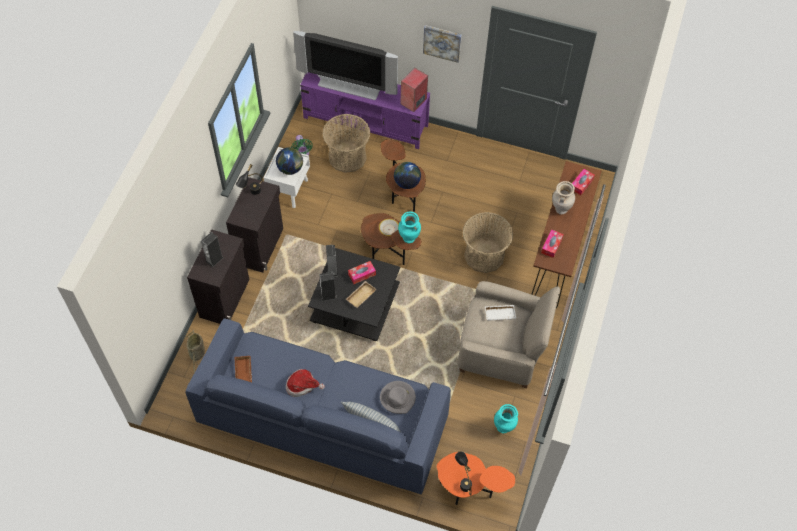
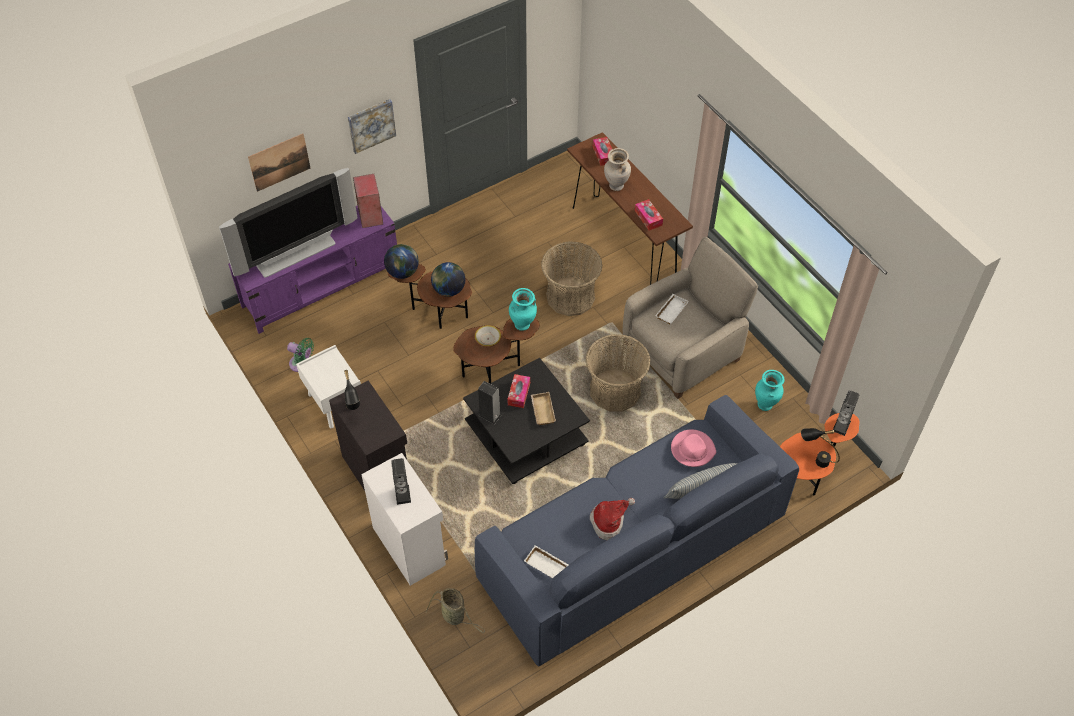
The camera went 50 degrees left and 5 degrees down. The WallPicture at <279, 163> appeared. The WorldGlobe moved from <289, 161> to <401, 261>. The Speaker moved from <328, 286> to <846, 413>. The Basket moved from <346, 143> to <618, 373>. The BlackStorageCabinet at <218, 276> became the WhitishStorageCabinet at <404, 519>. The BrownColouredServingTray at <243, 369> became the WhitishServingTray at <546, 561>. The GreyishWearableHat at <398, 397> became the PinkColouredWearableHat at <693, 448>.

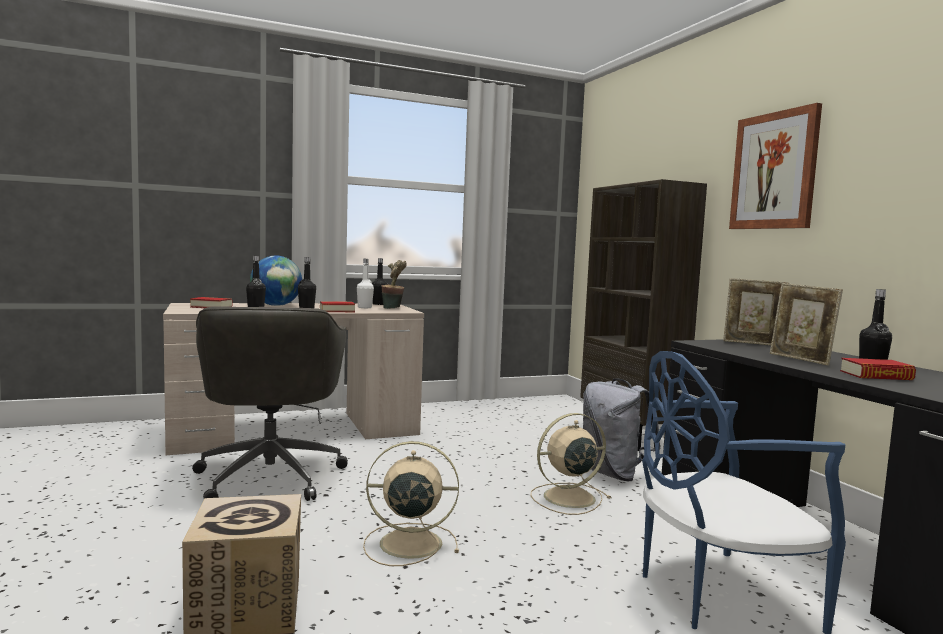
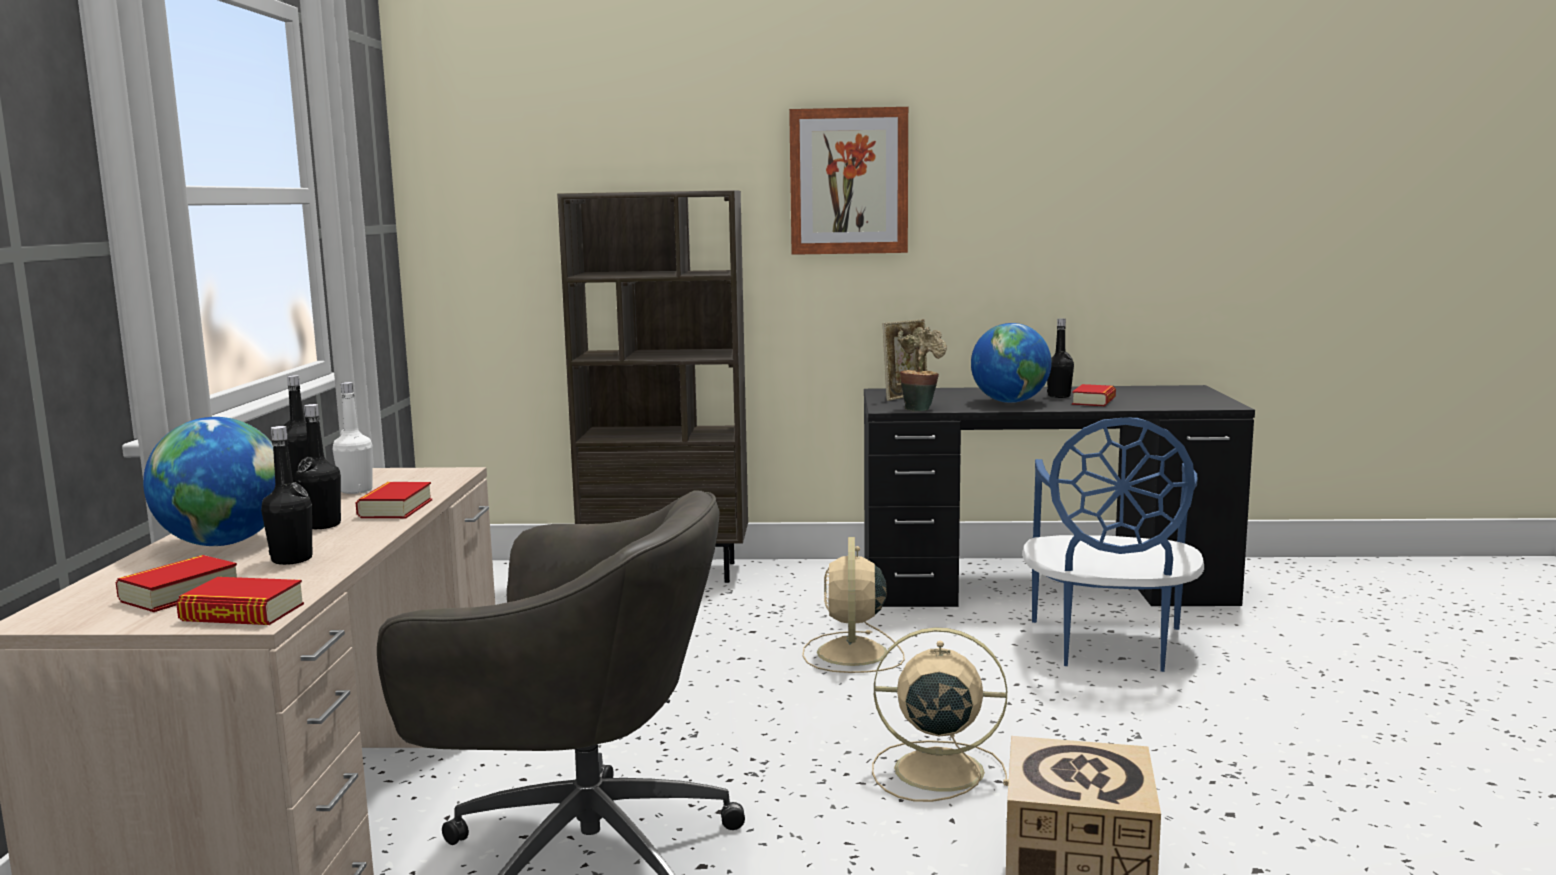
The camera went 65 degrees left and 5 degrees up. The GreyishBackpack at <622, 430> disappeared. The Volume at <240, 601> appeared. The PlantInAPot moved from <394, 284> to <922, 369>. The PhotoFrame at <806, 324> was replaced by the WorldGlobe at <1011, 363>. The BeigeColouredCoolingFan at <411, 503> turned 75 degrees clockwise.

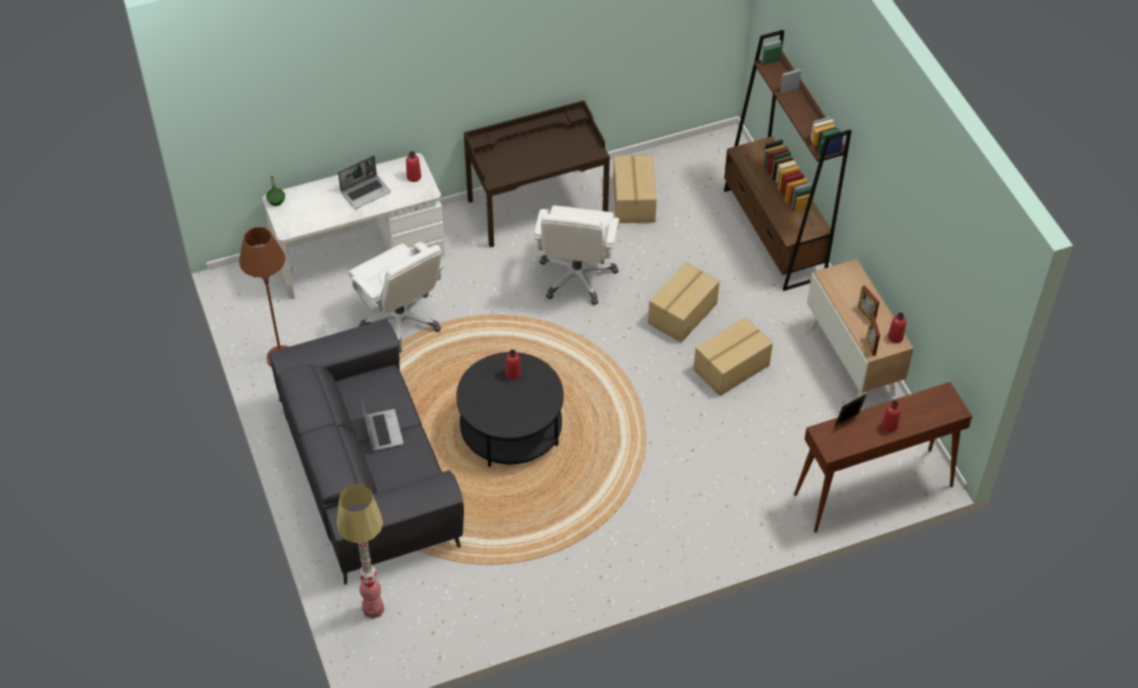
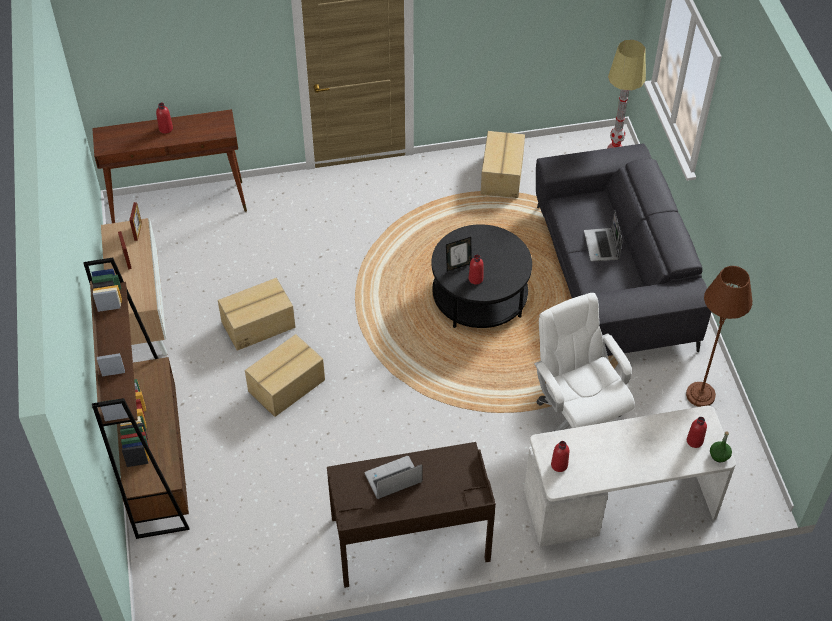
The camera went 170 degrees left and 0 degrees up. The WhitishOfficeChair at <576, 255> disappeared. The NotebookComputer moved from <364, 182> to <393, 477>. The CardboardBox moved from <635, 189> to <503, 164>. The PhotoFrame moved from <851, 410> to <459, 254>. The RedDrinkBottle moved from <897, 327> to <697, 432>.

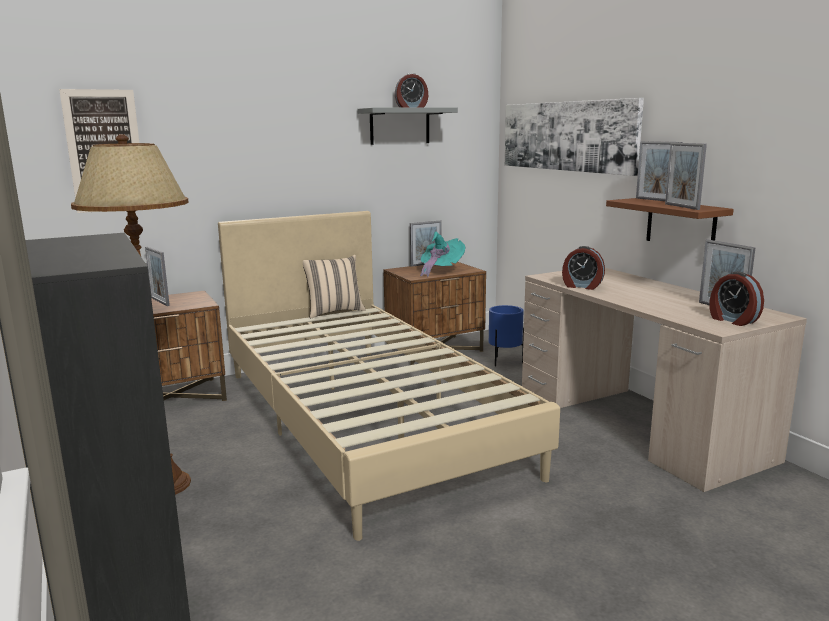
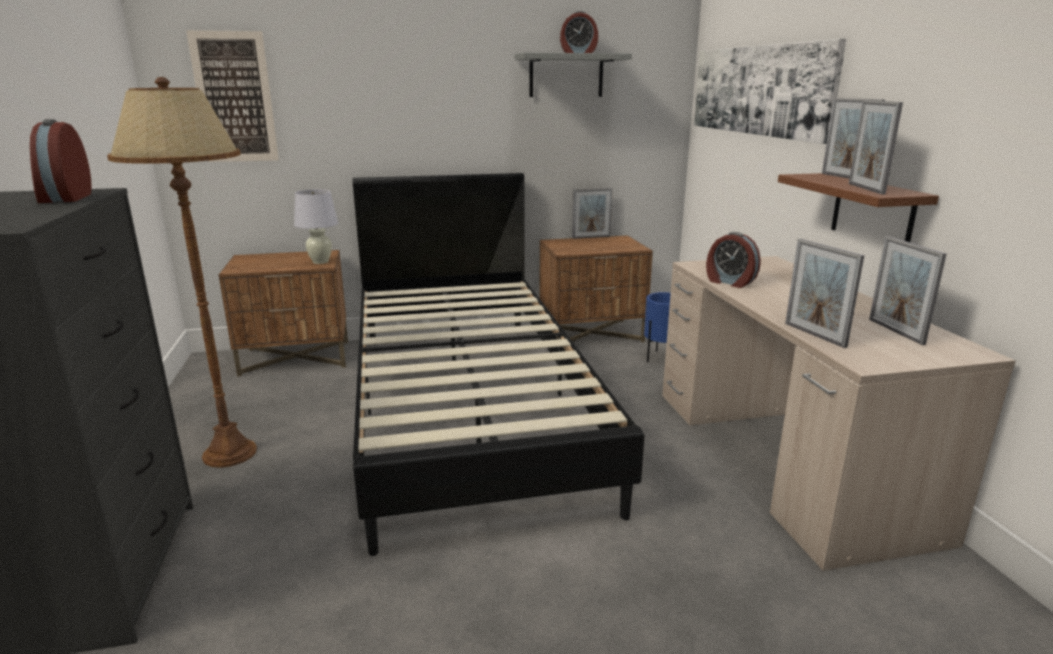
The camera went 15 degrees right and 5 degrees up. The BeigeColouredPillow at <334, 286> disappeared. The TurquoiseColouredWearableHat at <442, 254> disappeared. The WhitishLampForATable at <316, 226> appeared. The PhotoFrame moved from <157, 276> to <824, 293>. The TableClock moved from <736, 298> to <61, 161>. The BeigeColouredBed at <389, 376> became the BlackBed at <498, 364>.

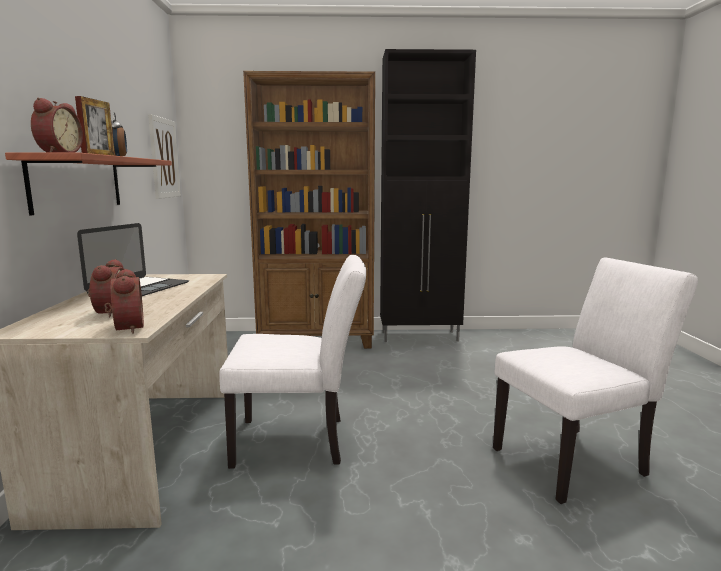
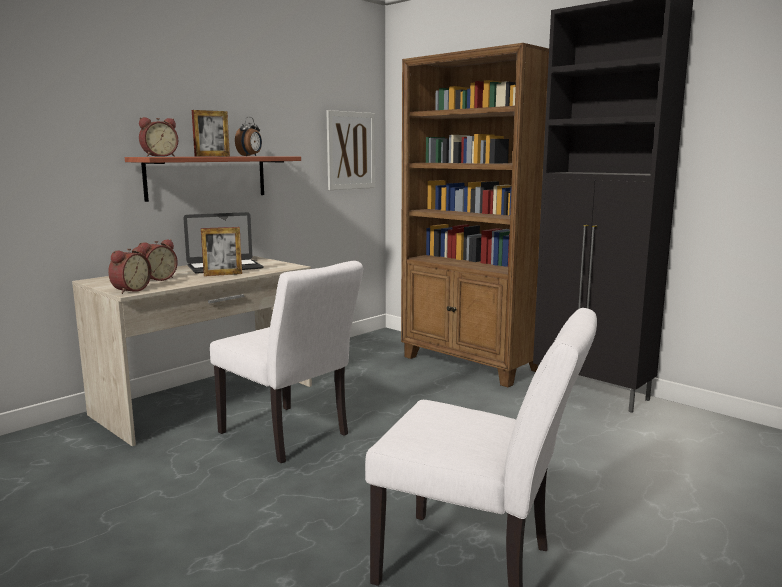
The camera went 45 degrees right and 0 degrees up. The PhotoFrame at <221, 251> appeared.

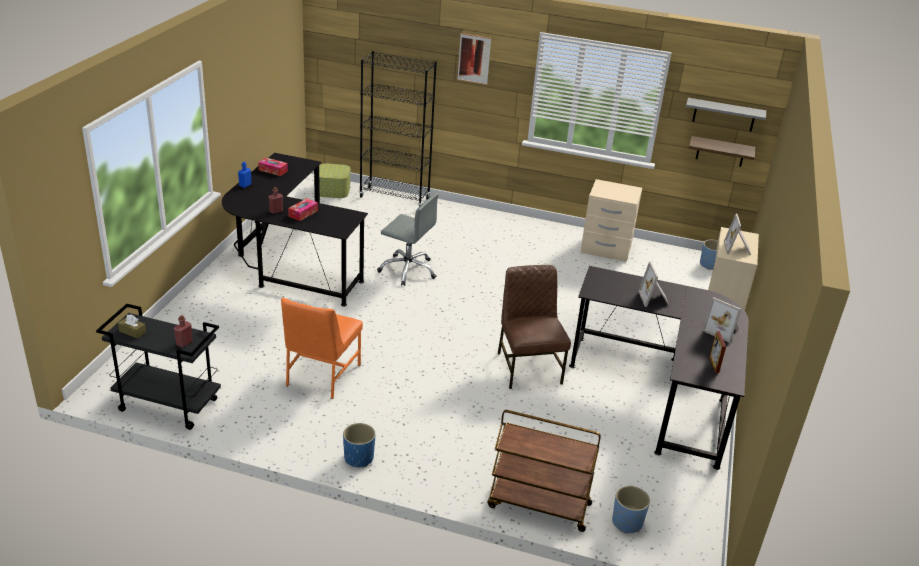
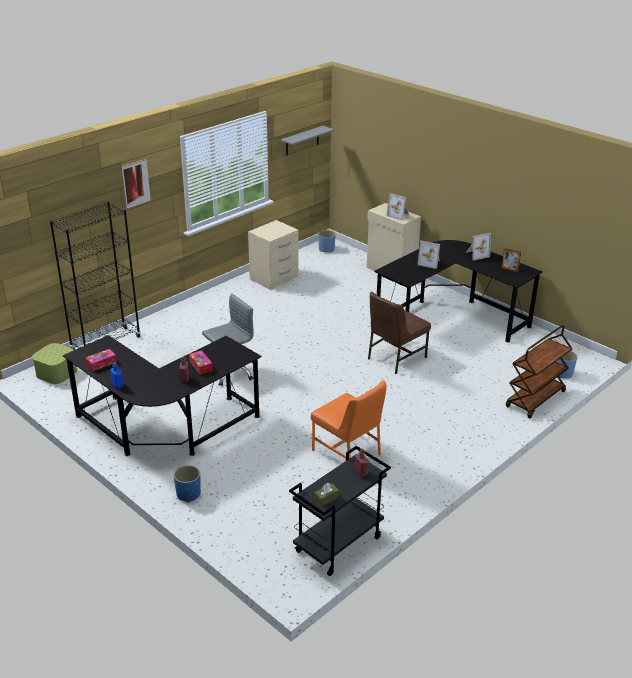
The camera went 60 degrees left and 0 degrees up. The BracketShelf at <722, 151> disappeared. The BluePlanter moved from <359, 445> to <187, 483>. The BrownColouredChair at <534, 327> turned 60 degrees counterclockwise.

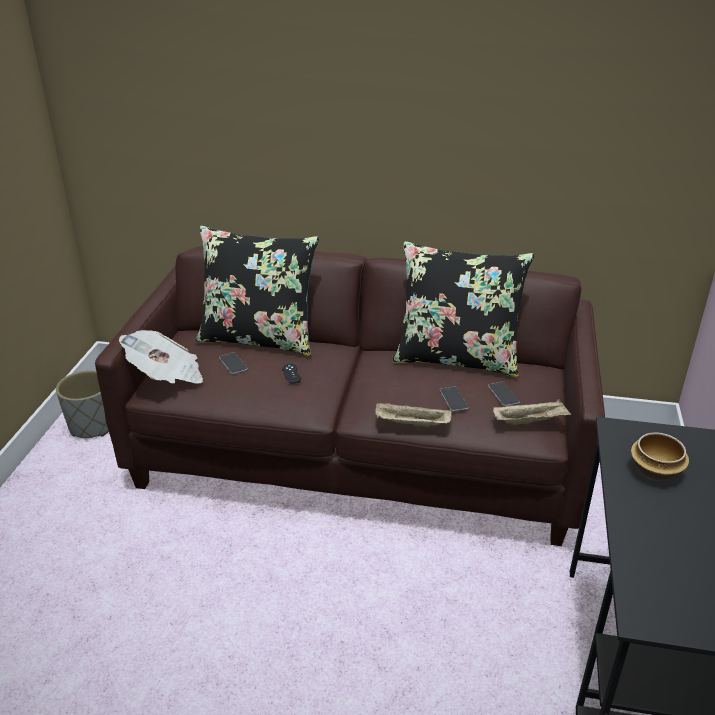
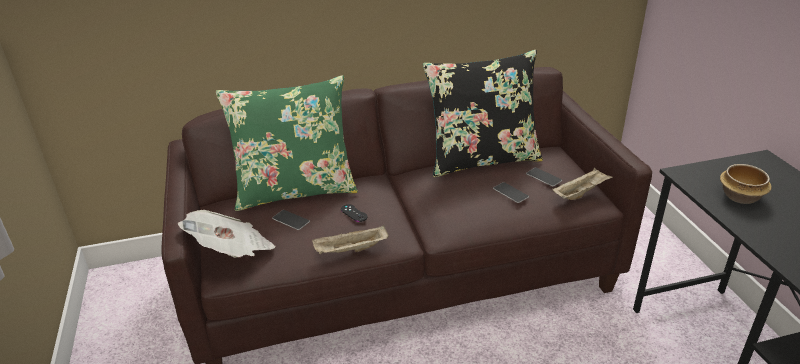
The camera went 25 degrees left and 0 degrees up. The GreyishPlanter at <82, 404> disappeared. The BeigeColouredServingTray moved from <414, 415> to <350, 239>. The BlackPillow at <257, 291> became the GreenColouredPillow at <287, 143>.

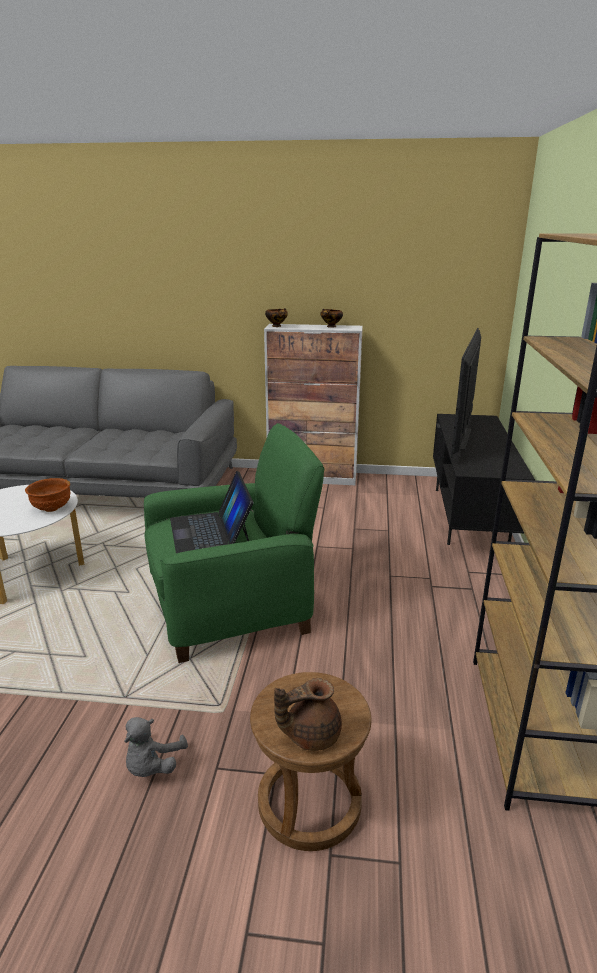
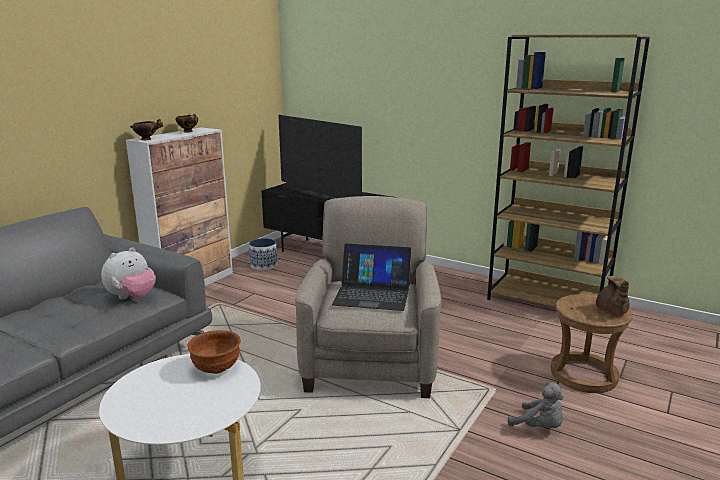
The camera went 65 degrees left and 5 degrees down. The CuddlyToy at <128, 273> appeared. The Planter at <263, 254> appeared. The GreenColouredLoungeChair at <234, 543> became the BeigeColouredLoungeChair at <368, 297>.

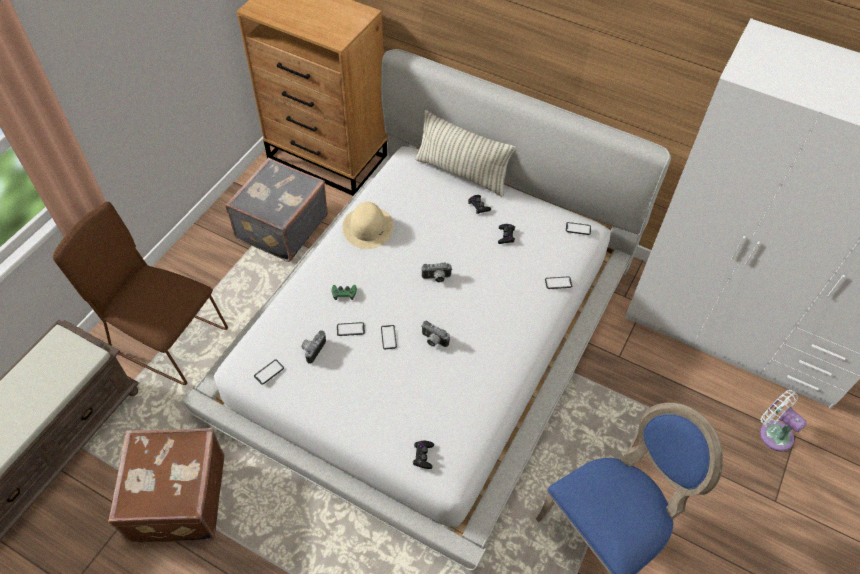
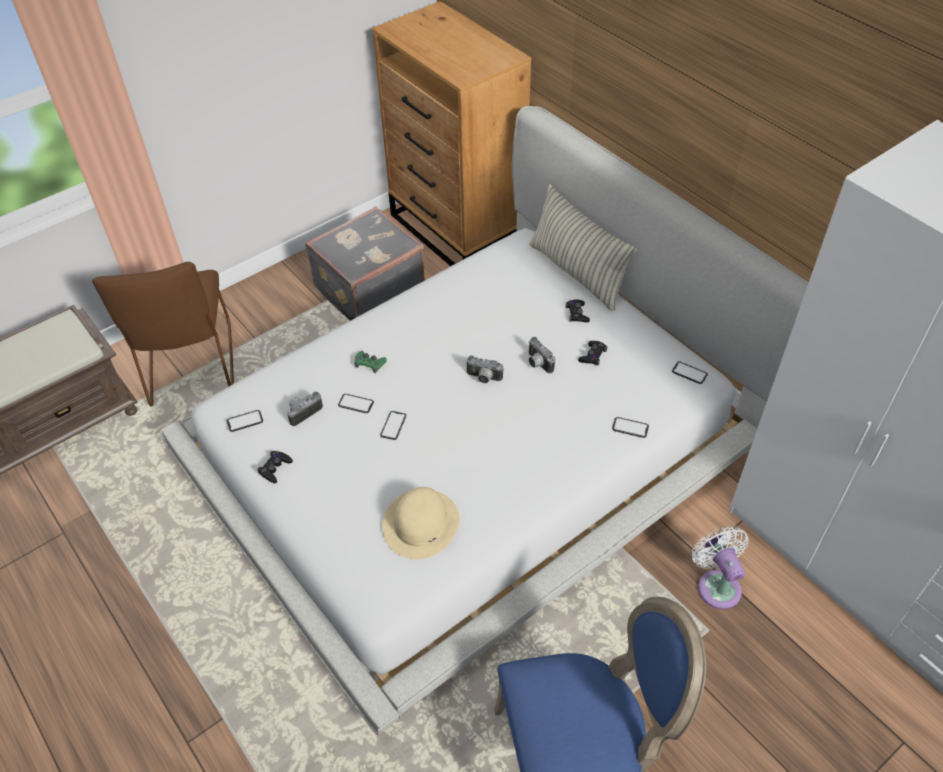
The camera went 25 degrees right and 5 degrees down. The BrownColouredSuitcase at <166, 485> disappeared. The BeigeColouredWearableHat moved from <368, 225> to <421, 523>. The BlackJoypad moved from <423, 455> to <275, 467>. The PhotoCamera moved from <435, 334> to <541, 355>. The WhitishCoolingFan moved from <783, 421> to <720, 568>. The BrownColouredChair at <140, 293> turned 150 degrees counterclockwise.

